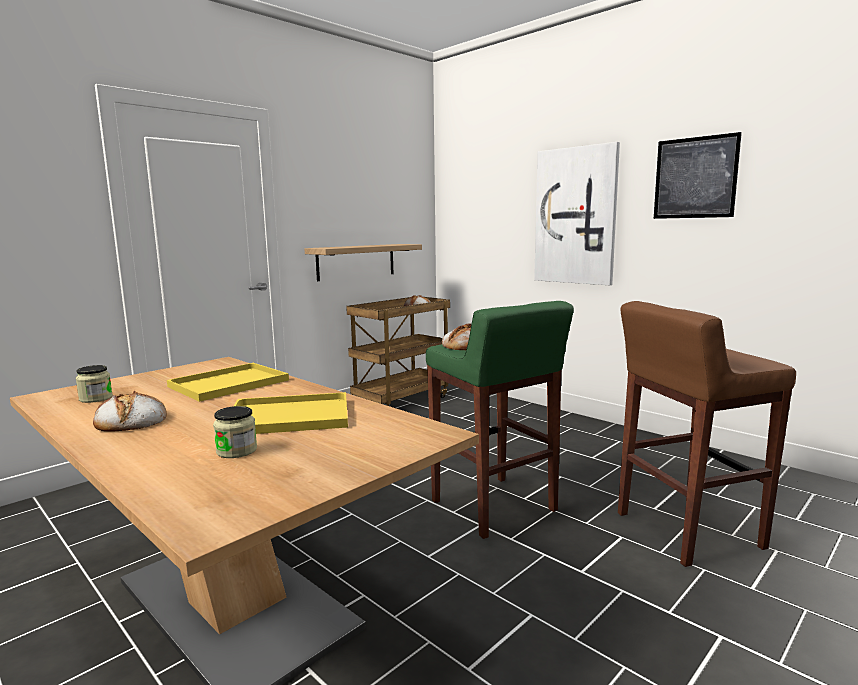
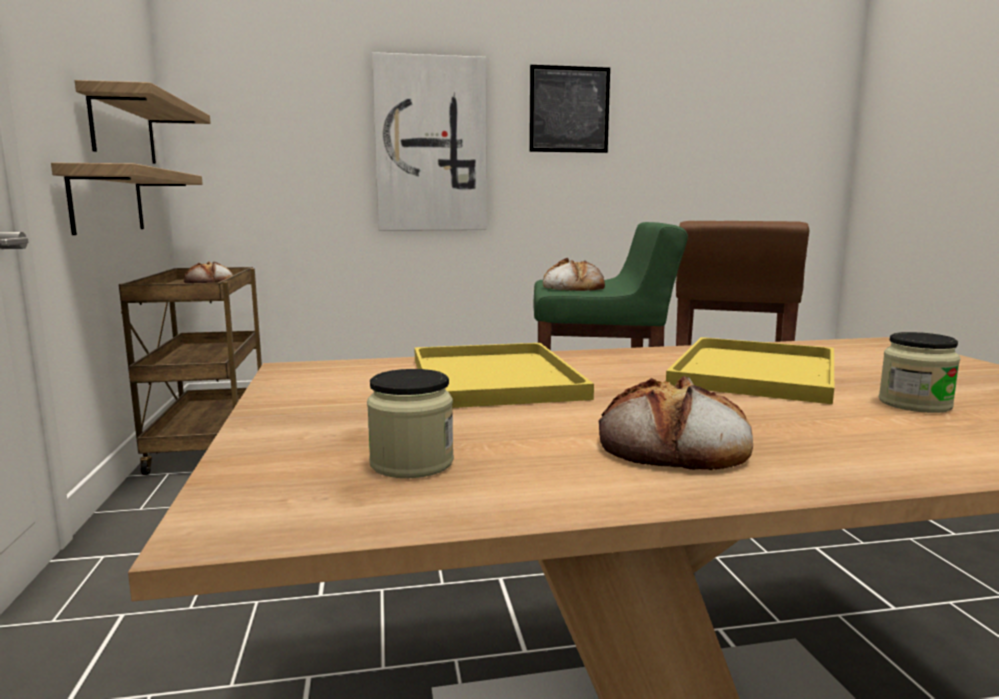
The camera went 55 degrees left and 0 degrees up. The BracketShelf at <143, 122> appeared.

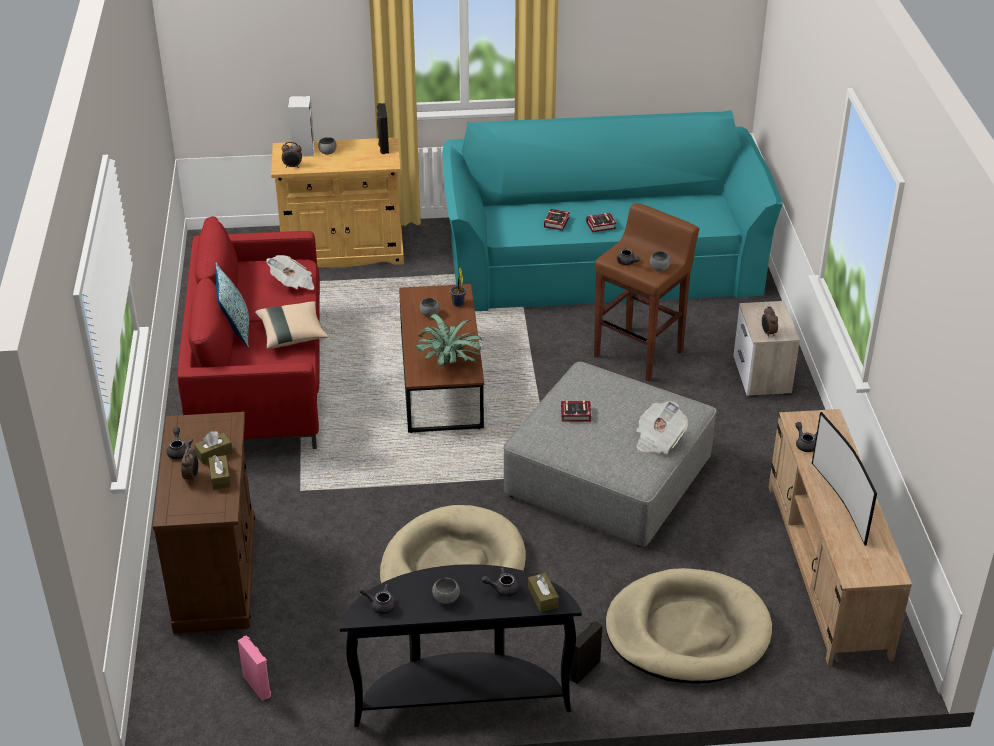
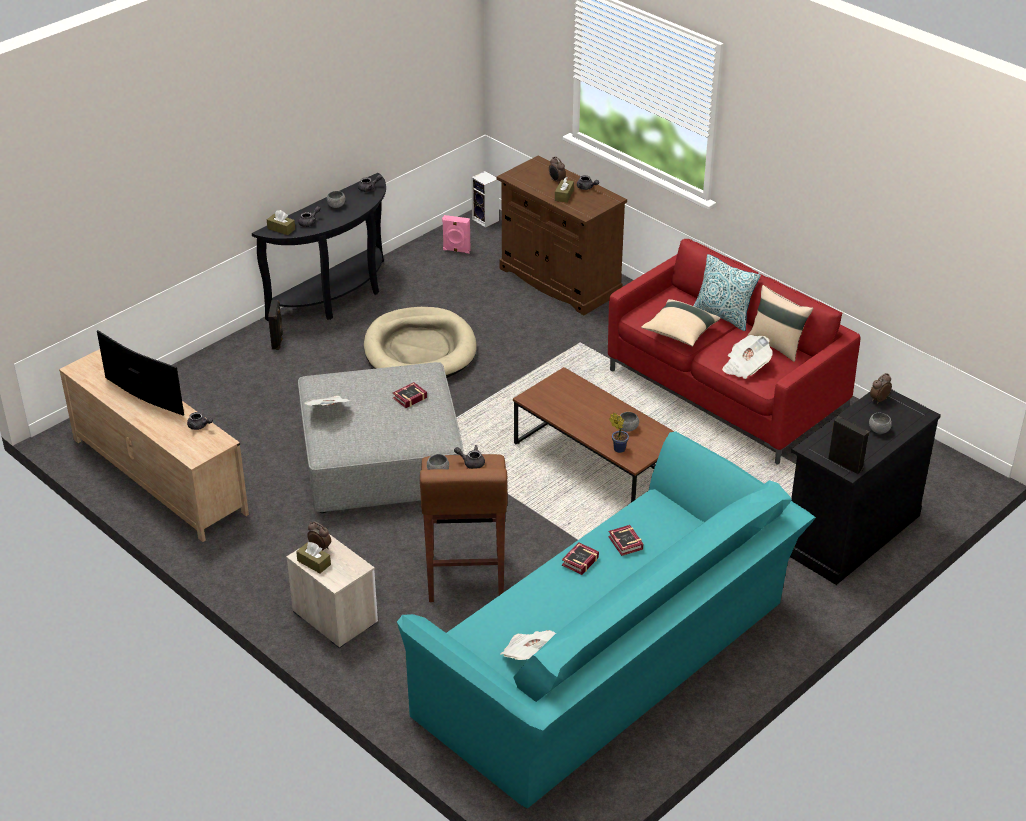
The camera went 140 degrees right and 0 degrees up. The PlantInAPot at <448, 340> disappeared. The BeigeColouredPetBed at <688, 626> disappeared. The Newspaper at <528, 645> appeared. The BeigeColouredPillow at <780, 323> appeared. The BrownColouredTissueHolder moved from <220, 472> to <313, 557>. The Speaker moved from <301, 126> to <485, 199>. The BeigeColouredStorageCabinet at <337, 202> became the BlackStorageCabinet at <865, 487>.

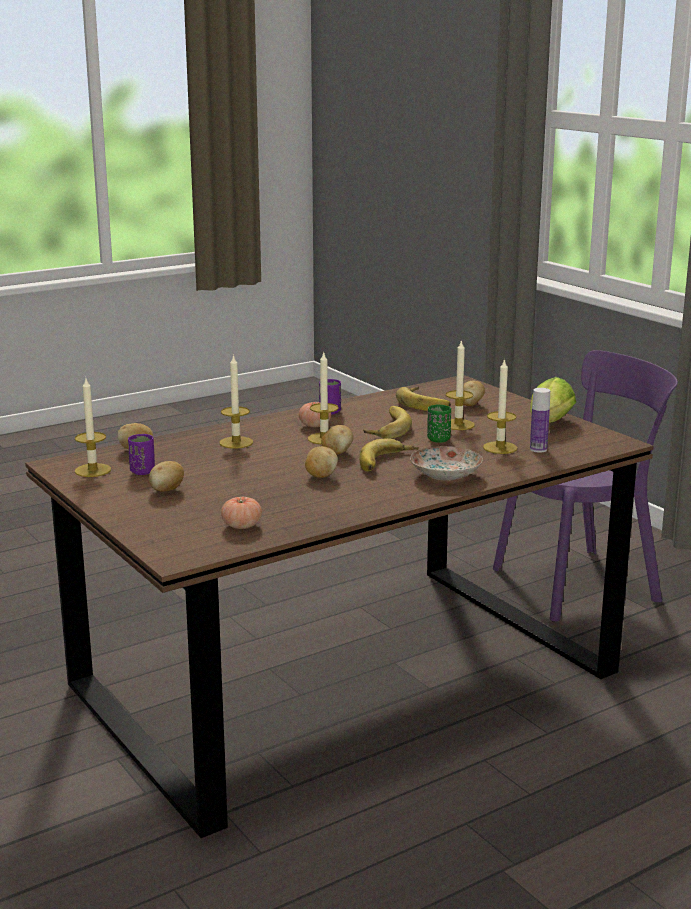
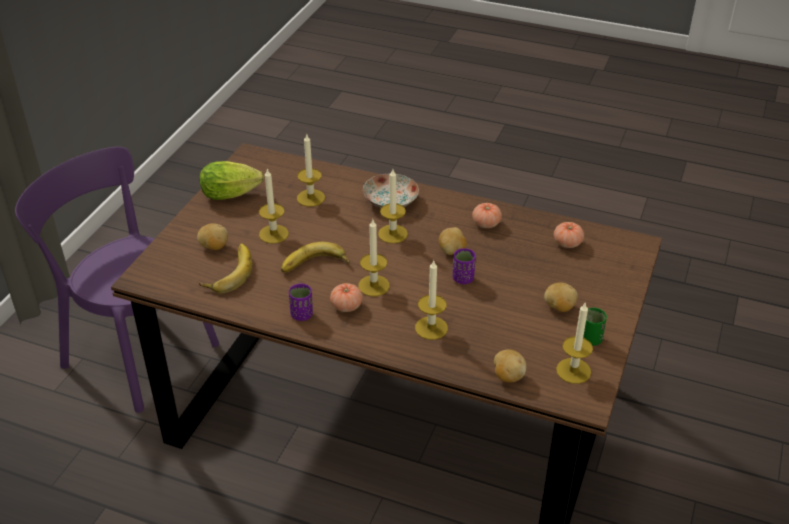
The camera went 125 degrees left and 20 degrees up. The WholePotato at <337, 439> disappeared. The DrinkBottle at <540, 420> disappeared. The Tomato at <487, 215> appeared. The PurpleColouredSmallCup moved from <141, 454> to <464, 266>. The GreenColouredSmallCup moved from <439, 424> to <595, 327>. The Banana at <389, 455> was replaced by the WaxCandle at <393, 206>.

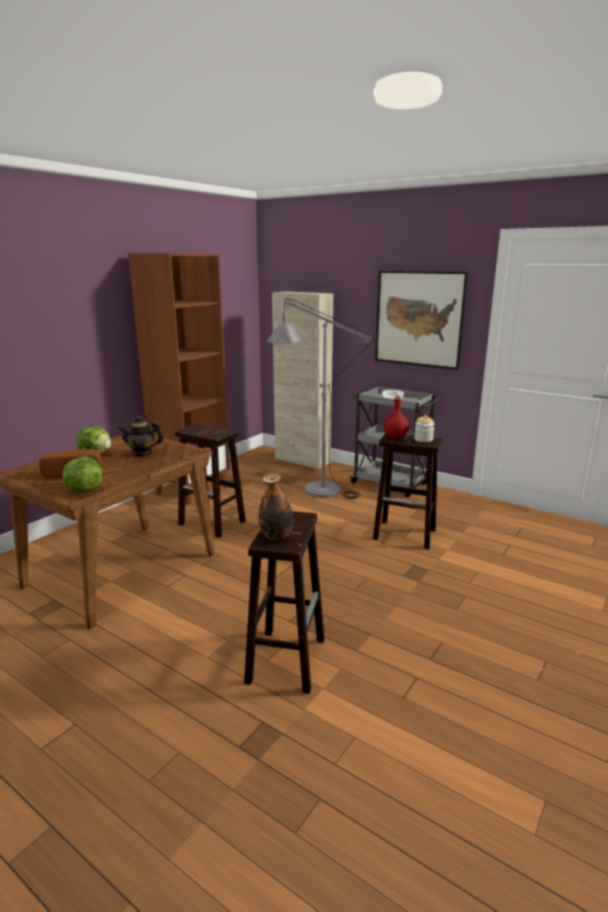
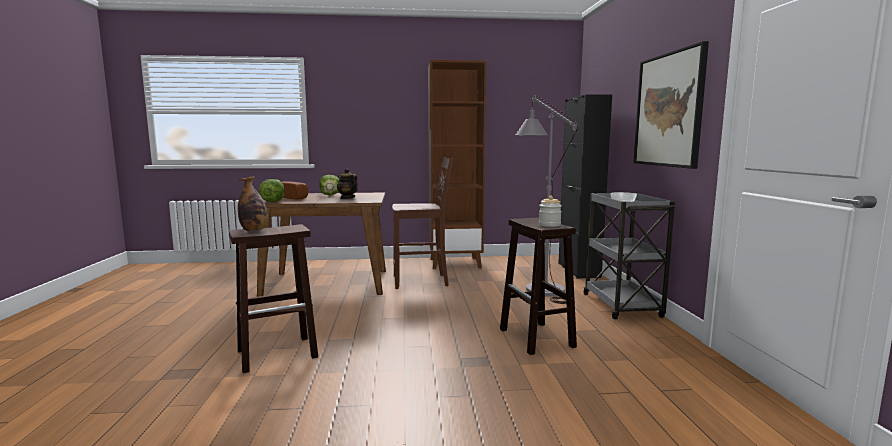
The camera went 50 degrees right and 10 degrees down. The RedDrinkBottle at <396, 416> disappeared. The BrownColouredSittingStool at <210, 481> was replaced by the BrownColouredChair at <422, 223>. The BeigeColouredStorageCabinet at <302, 381> became the BlackStorageCabinet at <585, 186>.

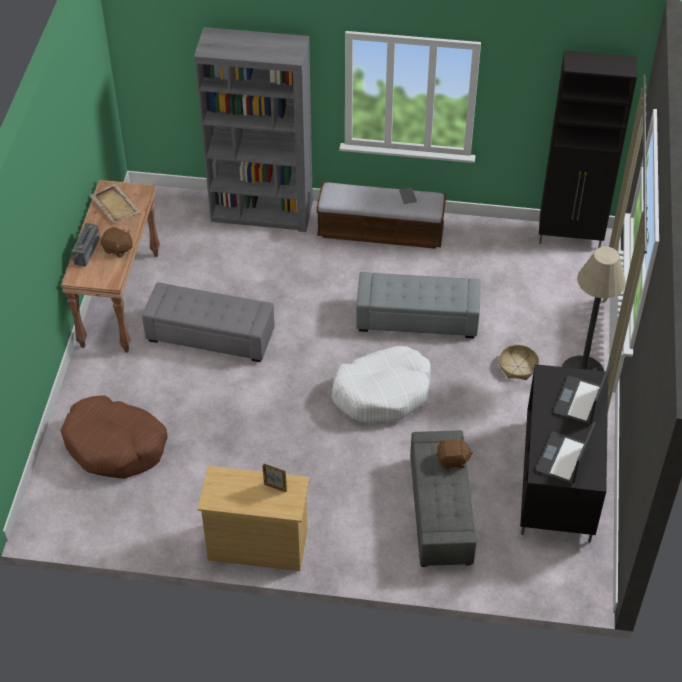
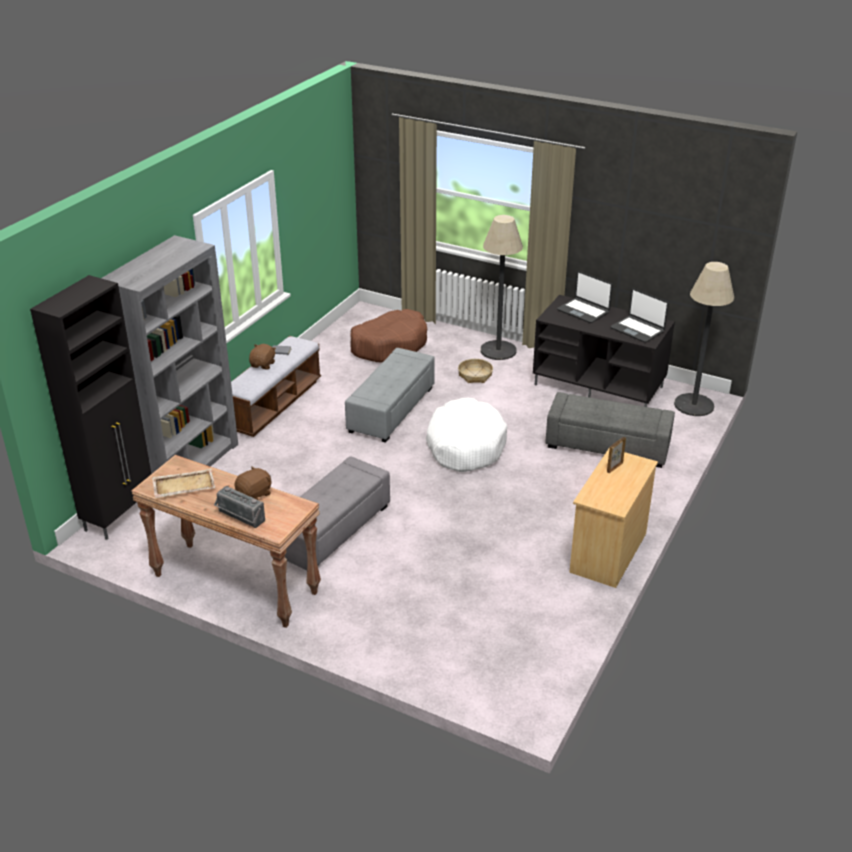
The camera went 70 degrees left and 15 degrees down. The StandingLamp at <704, 339> appeared. The BrownColouredPetBed moved from <114, 437> to <388, 335>. The BrownColouredCuddlyToy moved from <454, 453> to <262, 357>. The BlackStorageCabinet moved from <588, 149> to <90, 407>.

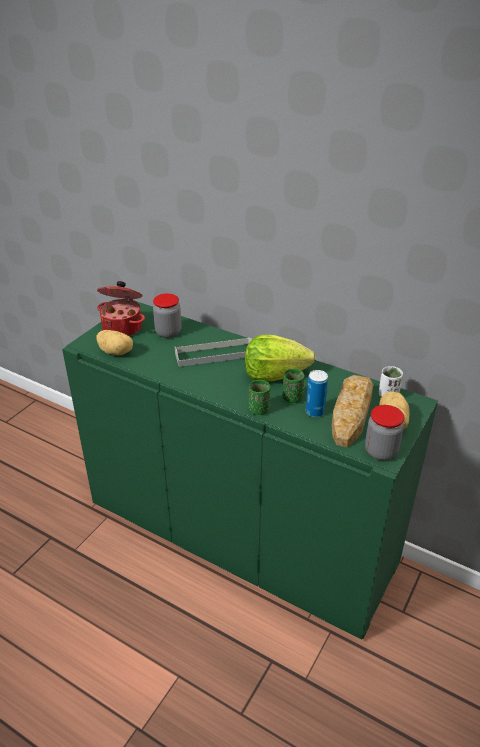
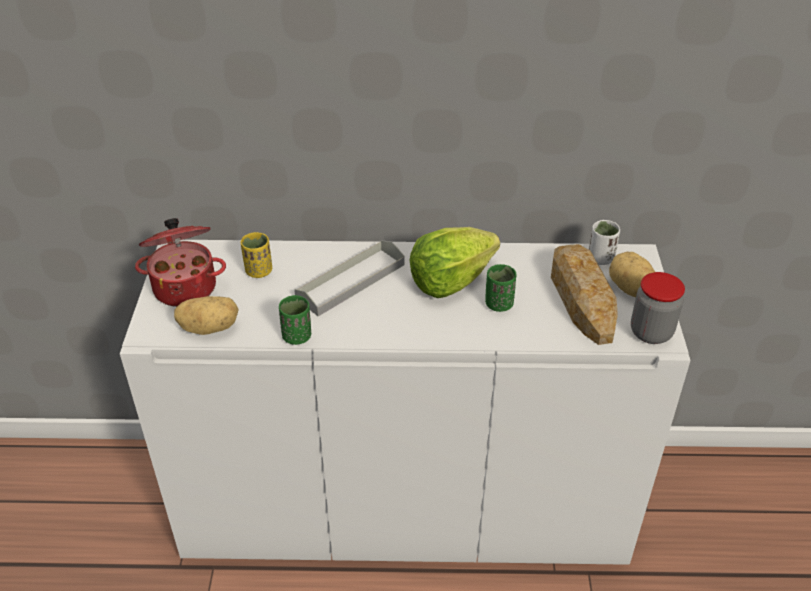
The camera went 30 degrees left and 5 degrees up. The SealedCan at <317, 393> disappeared. The GreenColouredSmallCup moved from <260, 397> to <295, 320>. The StorageJar at <167, 316> was replaced by the YellowishSmallCup at <256, 255>. The GreenColouredStorageCabinet at <250, 470> became the WhitishStorageCabinet at <405, 402>.

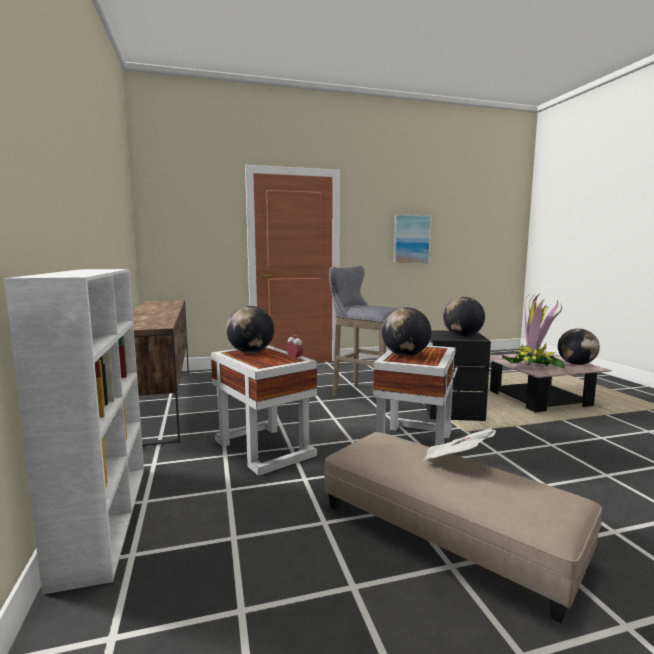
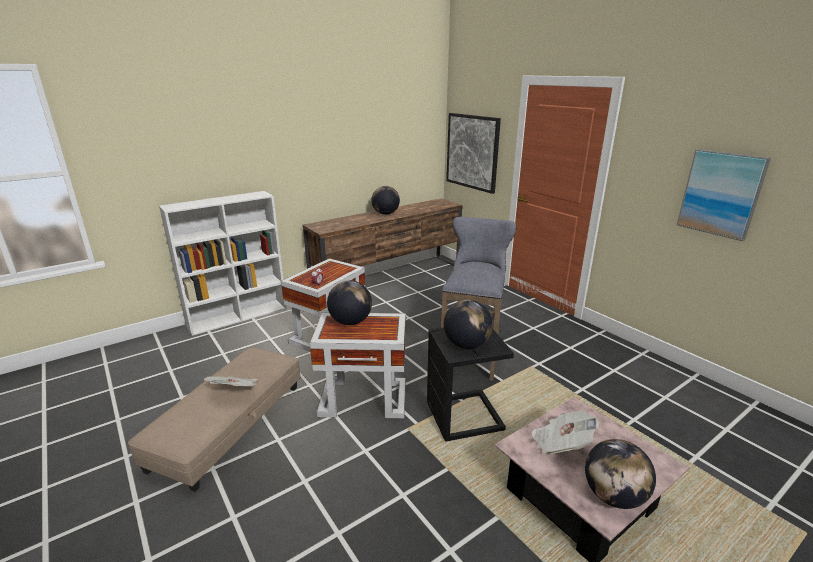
The camera went 70 degrees right and 15 degrees up. The WallPicture at <473, 153> appeared. The WorldGlobe moved from <250, 329> to <385, 200>. The PlantInAPot at <533, 331> was replaced by the Newspaper at <565, 432>.

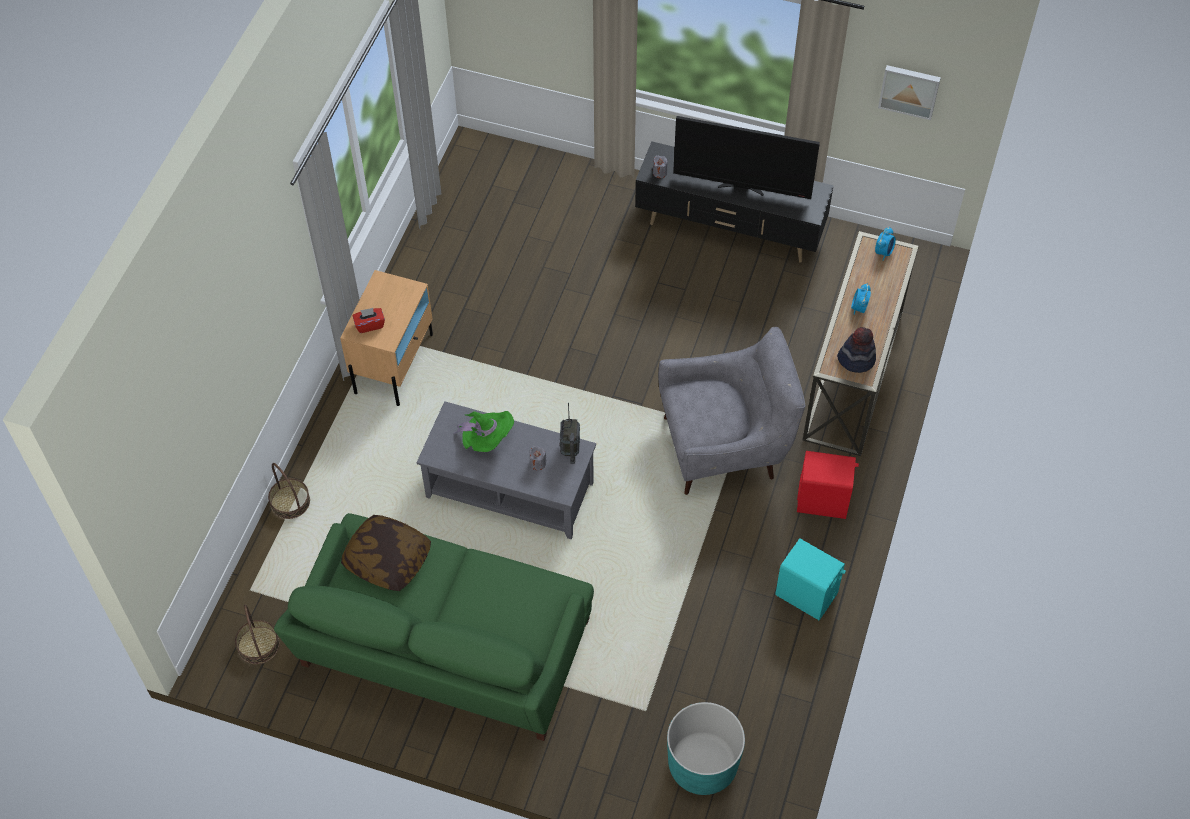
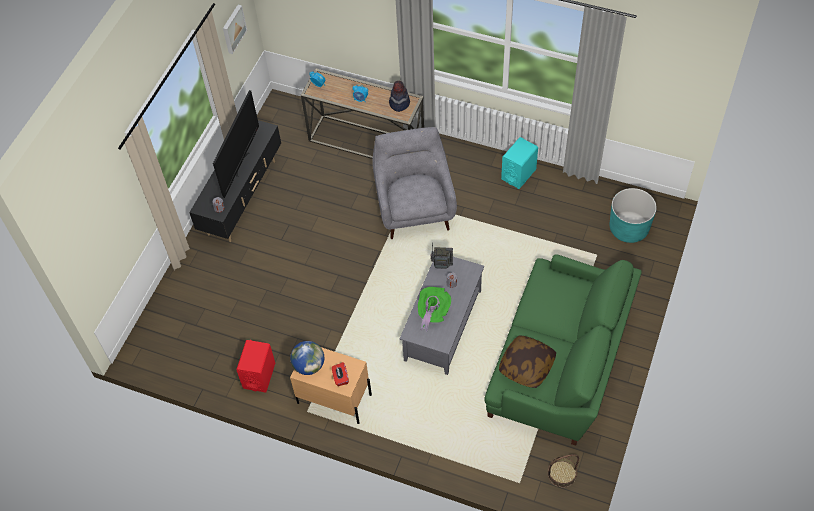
The camera went 85 degrees left and 0 degrees up. The Basket at <289, 491> disappeared. The WorldGlobe at <307, 358> appeared. The RedSpeaker moved from <828, 485> to <255, 366>.

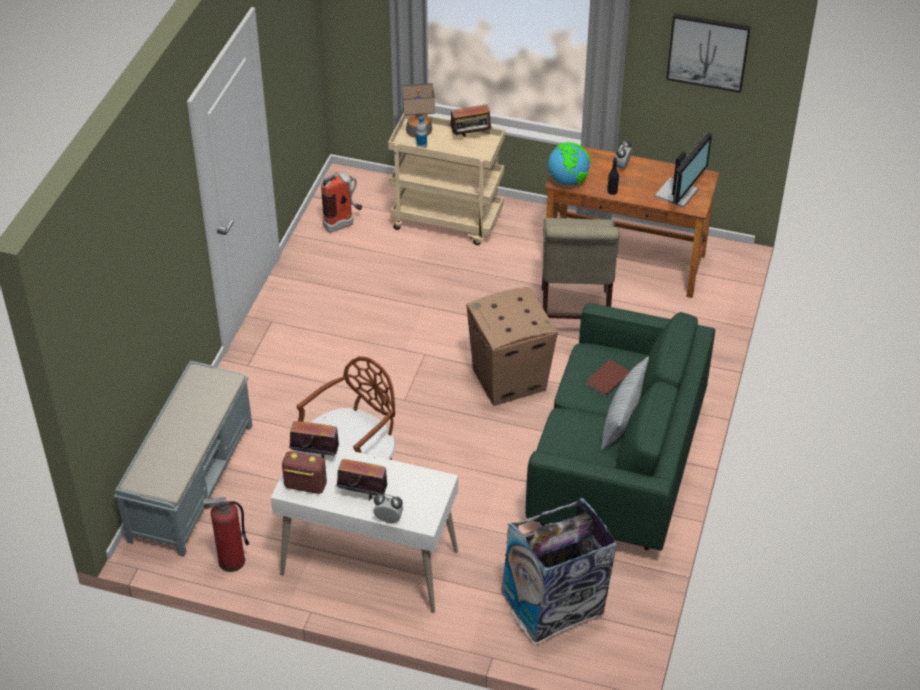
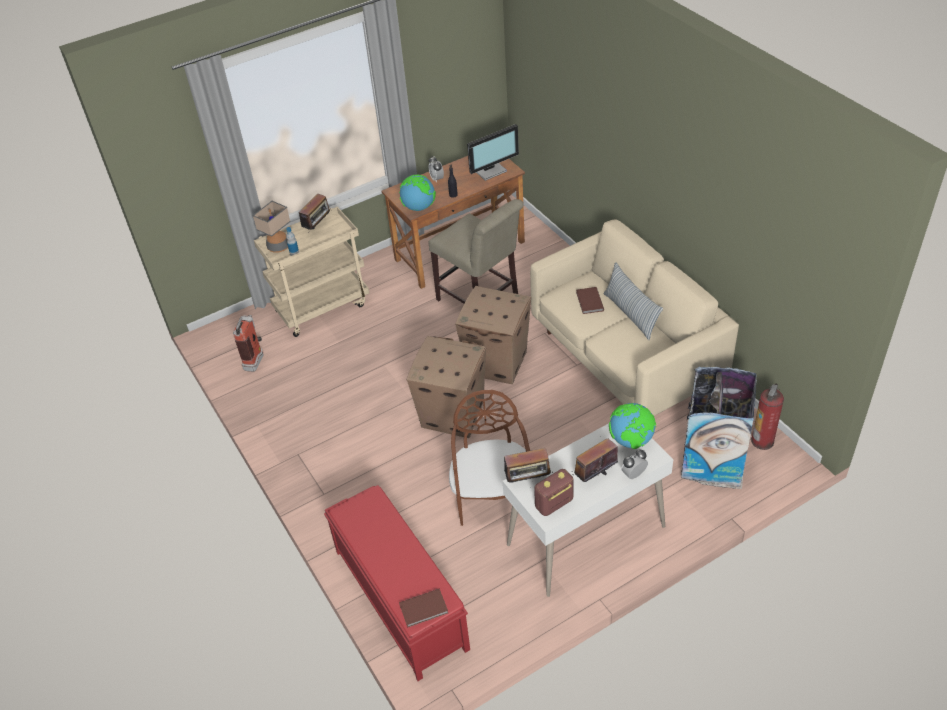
The camera went 45 degrees left and 0 degrees up. The WallPicture at <708, 53> disappeared. The BrownColouredVolume at <423, 608> appeared. The CardboardBox at <446, 387> appeared. The WorldGlobe at <632, 426> appeared. The FireExtinguisher moved from <226, 534> to <767, 416>. The GreyishLongSeat at <183, 459> became the RedLongSeat at <397, 583>. The GreenColouredCouch at <620, 427> became the BeigeColouredCouch at <634, 317>. The RadioReceiver at <314, 437> turned 150 degrees counterclockwise. The ComputerScreen at <683, 170> turned 75 degrees clockwise.

